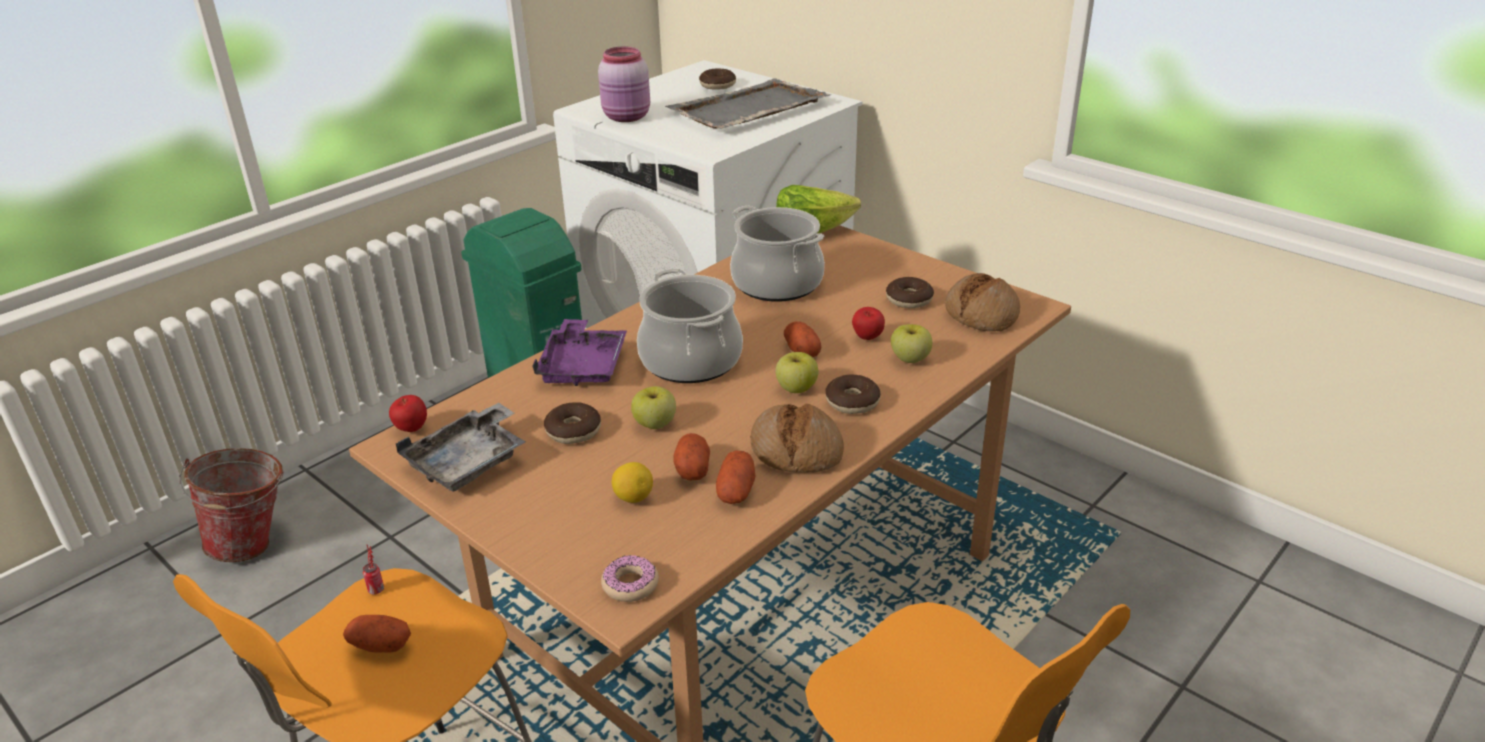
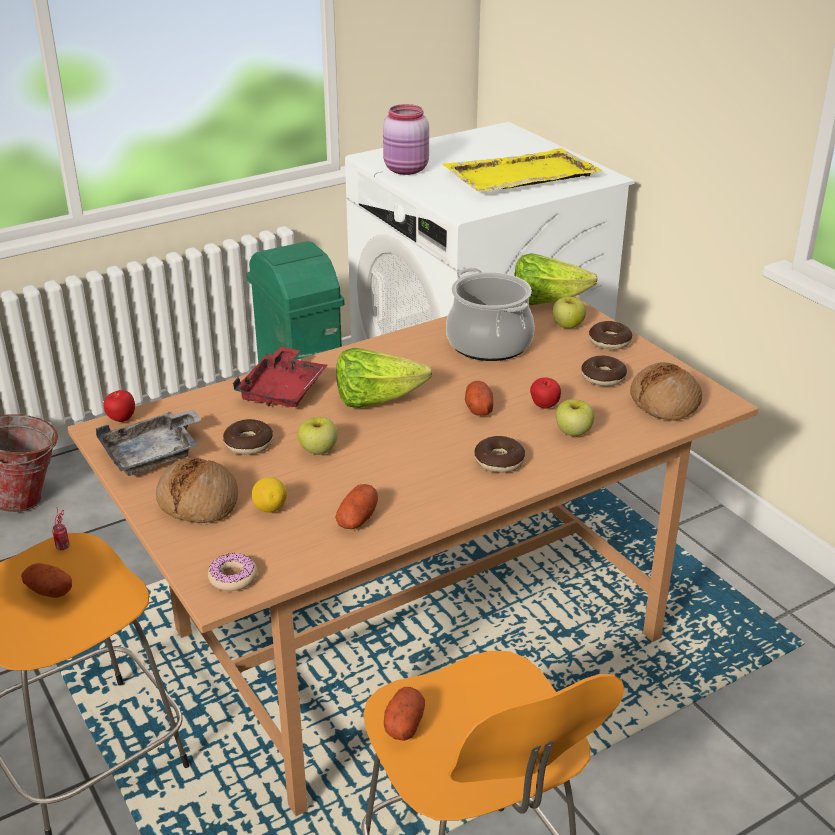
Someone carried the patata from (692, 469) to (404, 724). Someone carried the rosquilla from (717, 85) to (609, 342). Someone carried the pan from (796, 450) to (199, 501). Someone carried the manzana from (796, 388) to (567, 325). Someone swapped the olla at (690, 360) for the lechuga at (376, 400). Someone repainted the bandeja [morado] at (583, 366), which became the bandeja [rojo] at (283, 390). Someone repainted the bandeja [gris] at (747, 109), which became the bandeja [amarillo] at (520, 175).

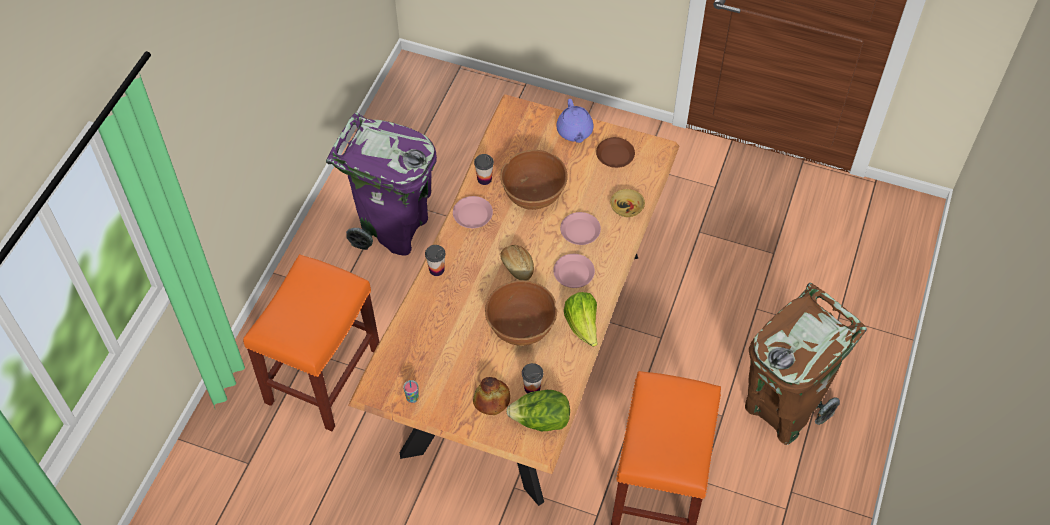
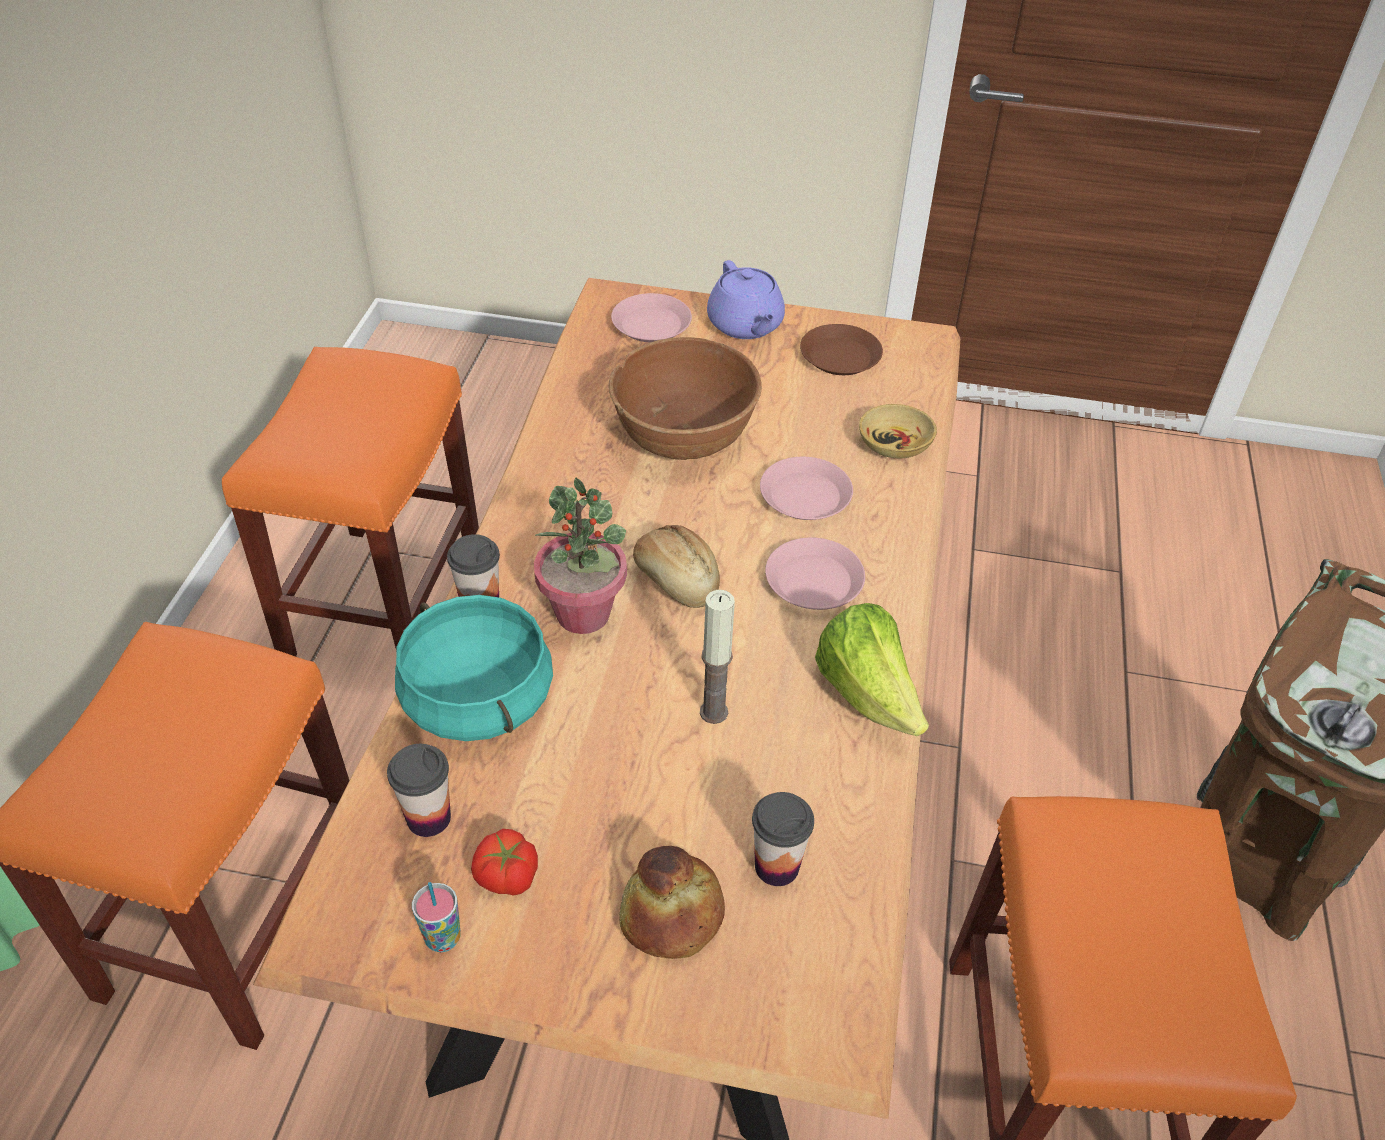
Someone took away the lechuga at (540, 420). Someone put down the olla [turquesa] at (476, 699). Someone put down the tomate at (507, 875). Someone put down the planta en maceta at (584, 614). Someone carried the plato [rosa] from (473, 215) to (652, 324). Someone carried the taza from (484, 179) to (429, 818). Someone swapped the papelera [morado] at (394, 229) for the taburete [naranja] at (385, 600). Someone swapped the cuenco [marrón] at (521, 326) for the vela at (713, 712).

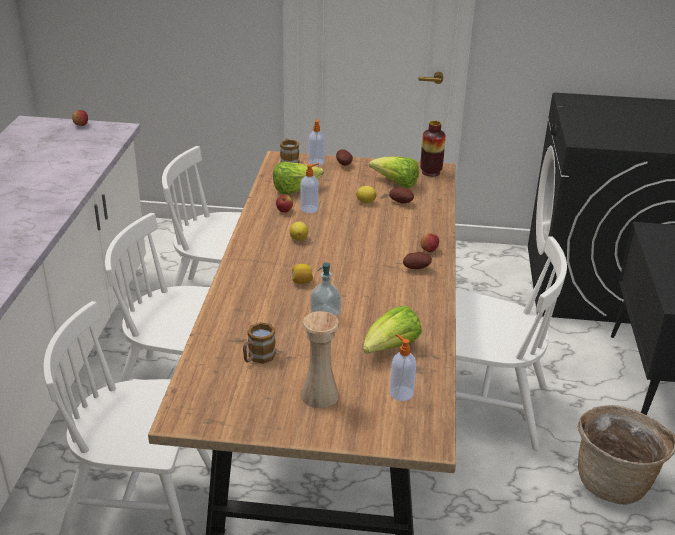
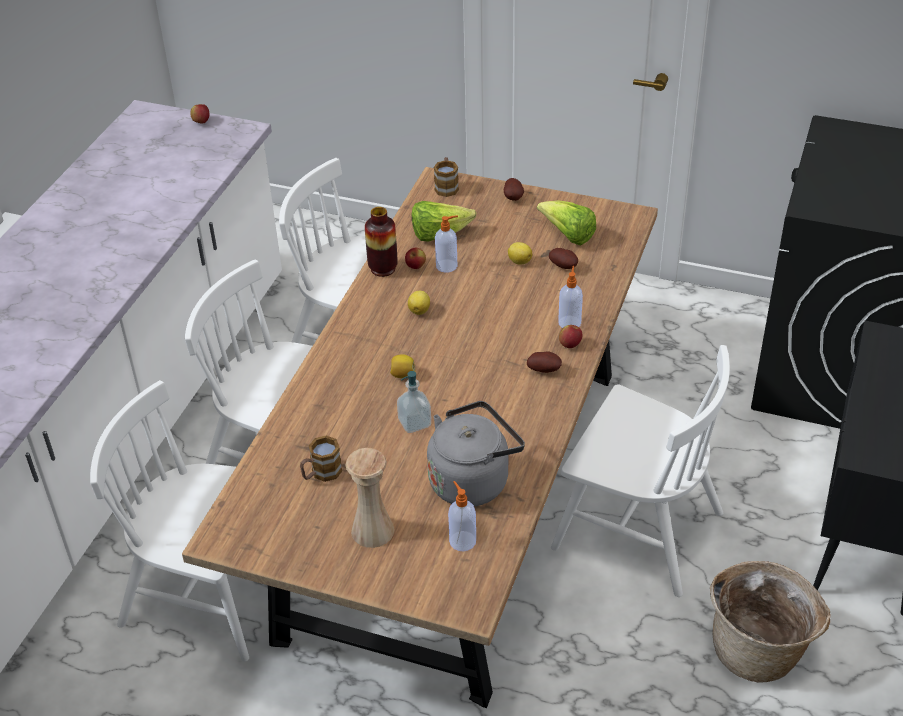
Someone carried the dispensador de jabón from (316, 162) to (569, 322). Someone carried the florero from (430, 172) to (383, 269). Someone swapped the lechuga at (391, 348) for the hervidor [gris] at (472, 480).

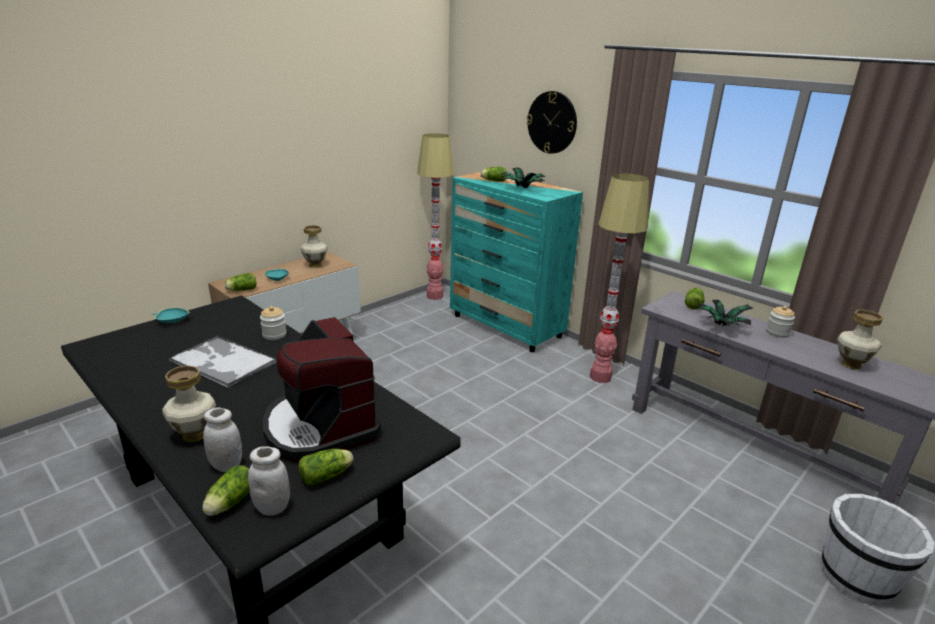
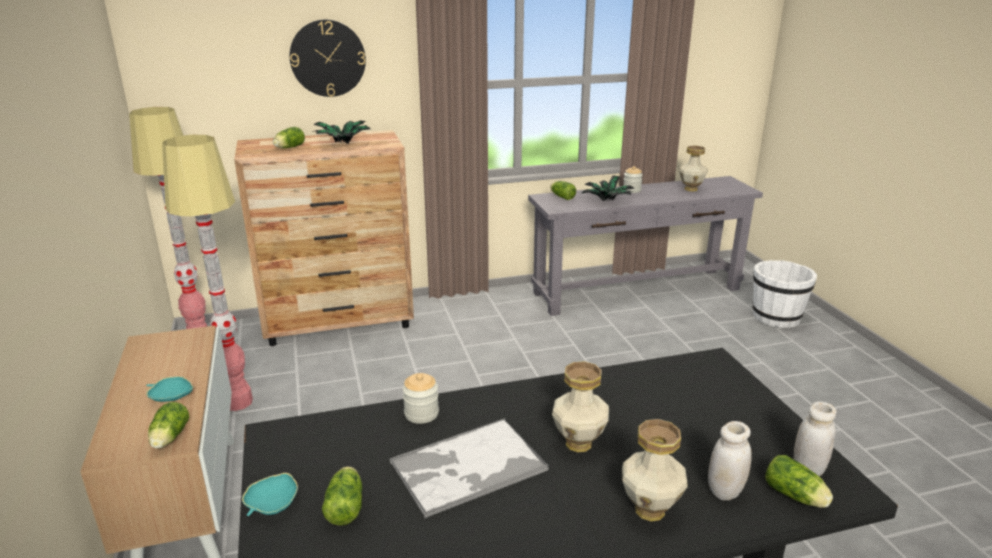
Someone took away the cafetera at (320, 427). Someone carried the lechuga from (328, 475) to (346, 506). Someone carried the florero from (315, 265) to (578, 444). Someone carried the lámpara de pie from (600, 377) to (237, 402). Someone repainted the cómoda [turquesa] at (506, 326), which became the cómoda [marrón] at (339, 323).

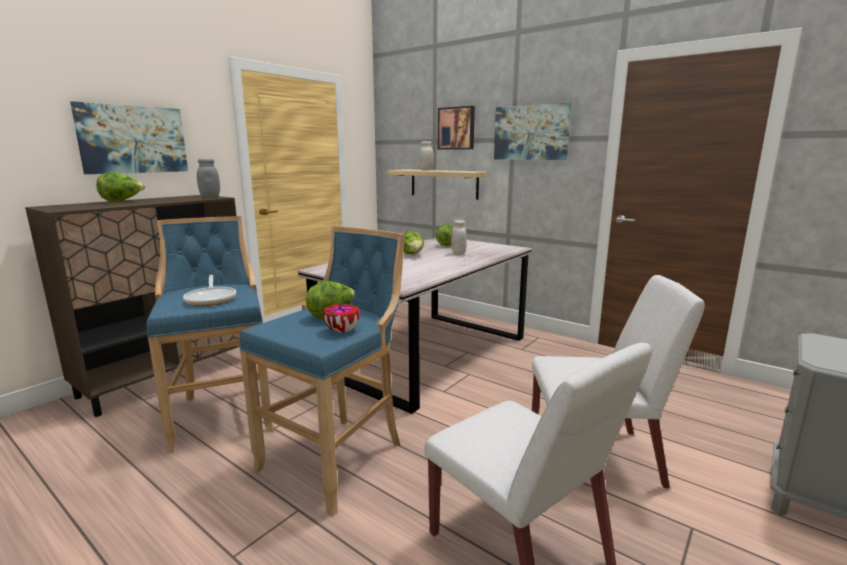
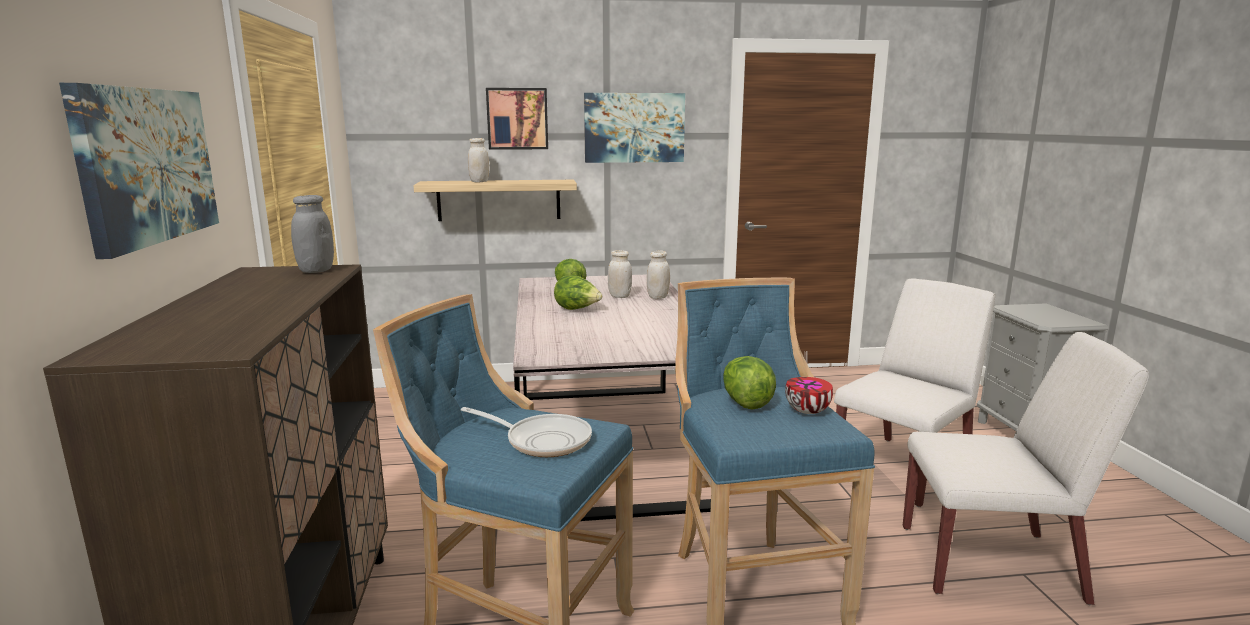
Someone took away the lechuga at (122, 201). Someone put down the tarro [blanco] at (658, 297).

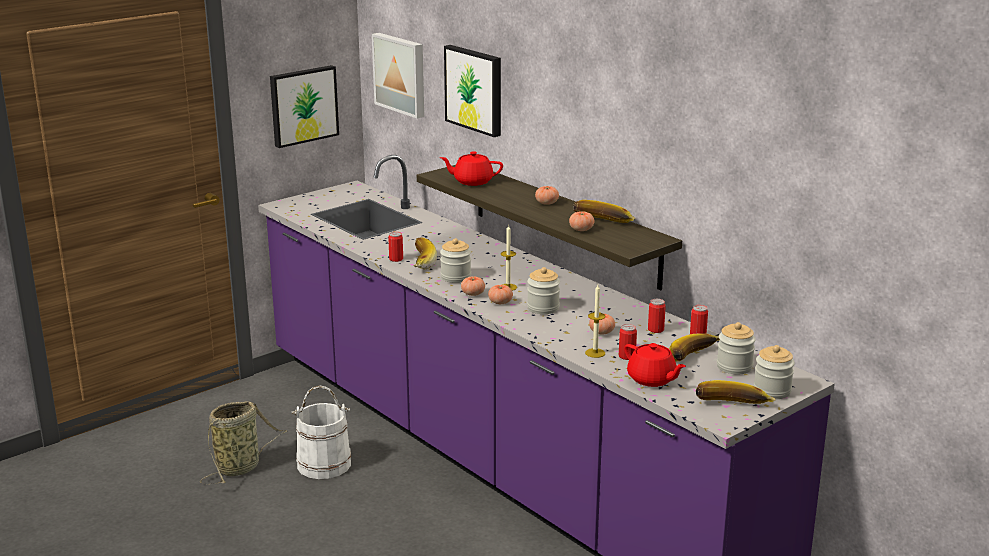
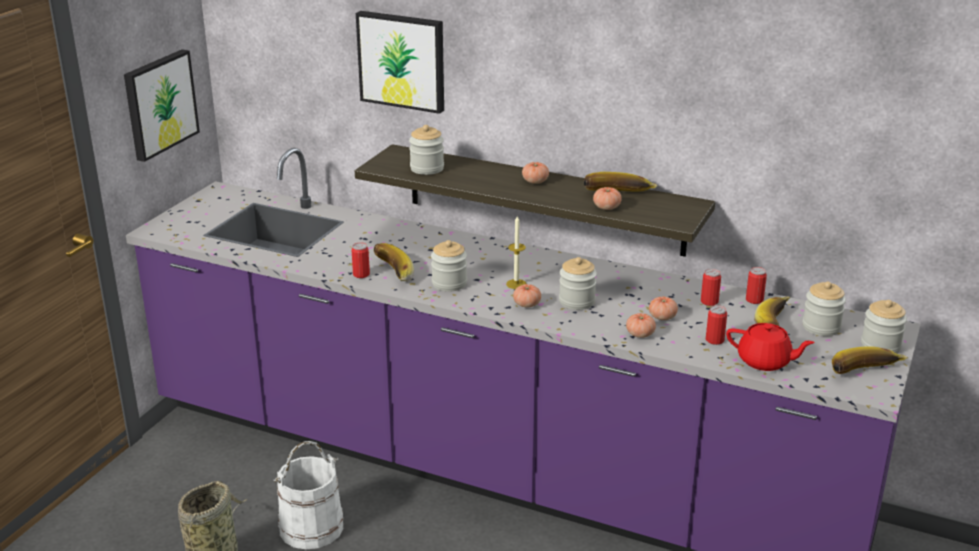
Someone took away the cuadro at (401, 74). Someone took away the vela at (595, 353). Someone carried the tomate from (473, 294) to (640, 334). Someone swapped the tetera [rojo] at (472, 181) for the tarro at (427, 168).

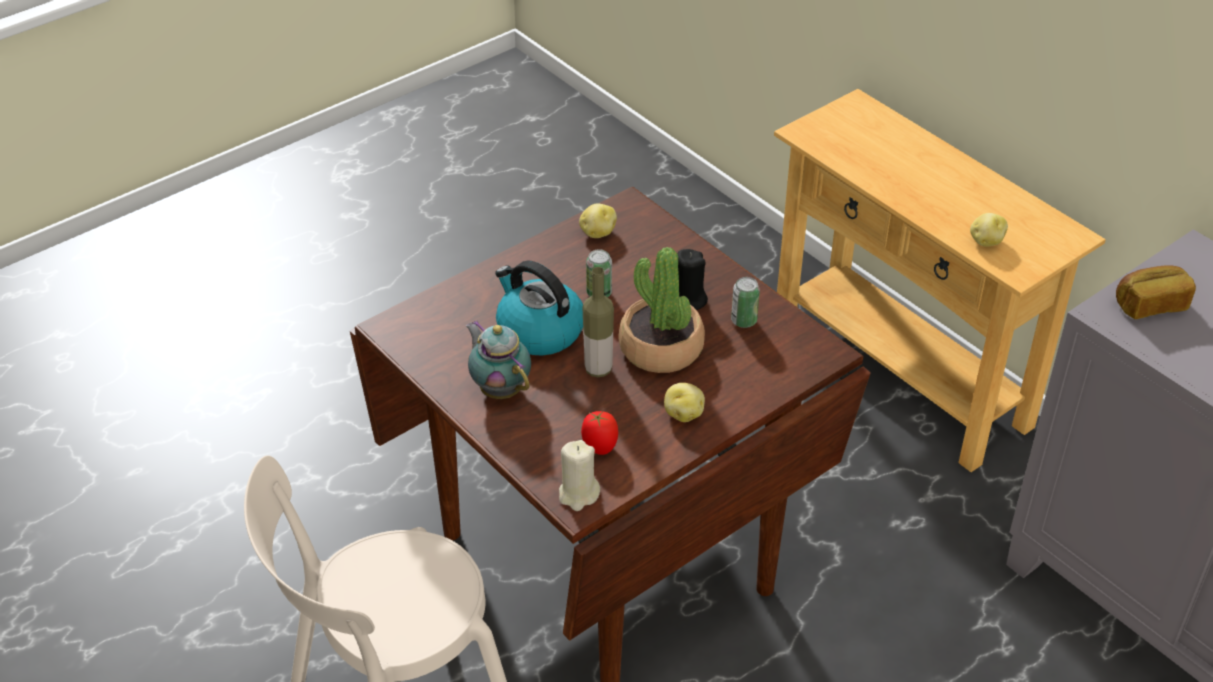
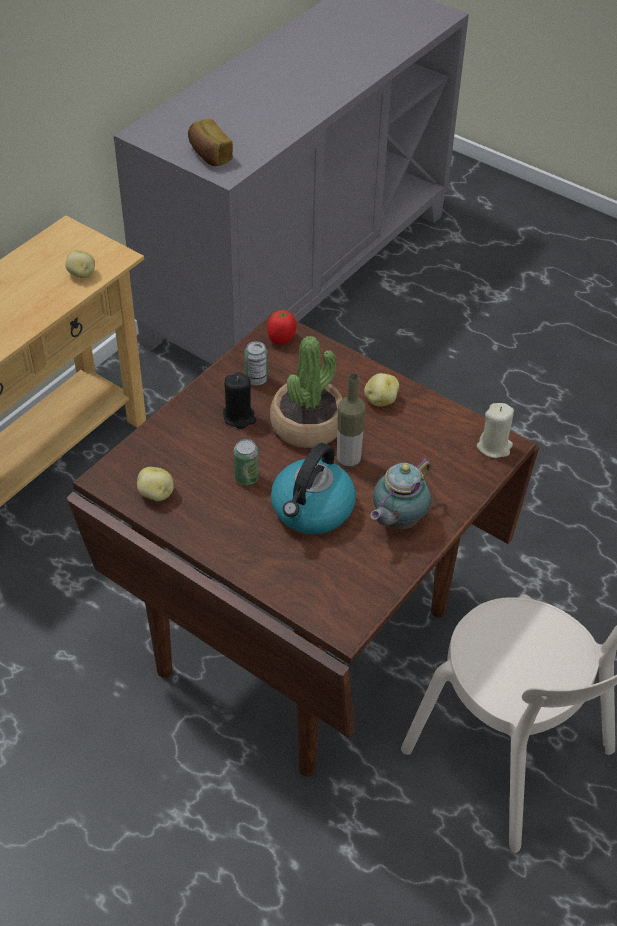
Someone carried the tomate from (599, 447) to (282, 339).

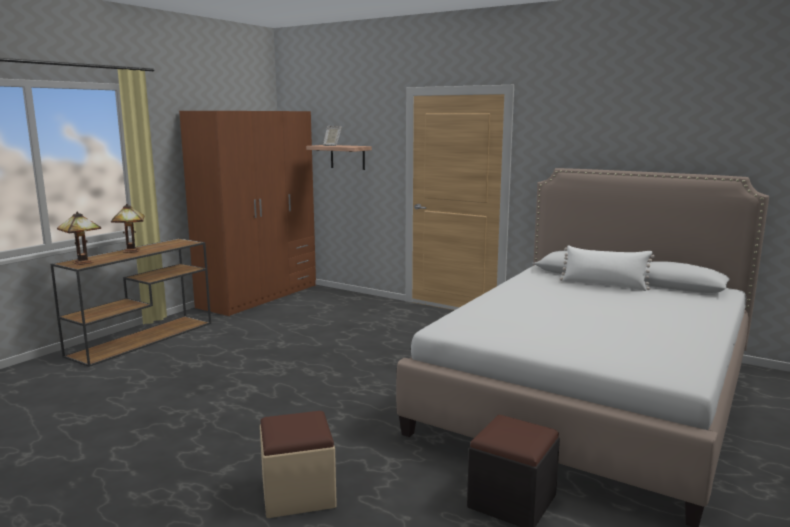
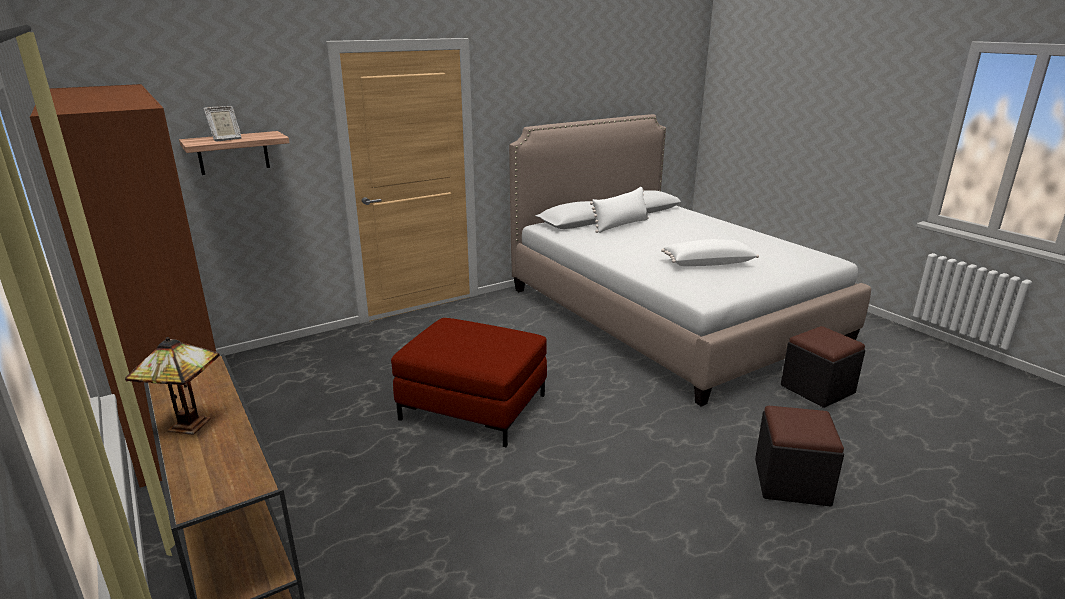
Someone took away the lámpara de mesa at (84, 263). Someone put down the puf [rojo] at (472, 407). Someone put down the cojín [blanco] at (707, 263). Someone repainted the puf [beis] at (298, 493), which became the puf [negro] at (791, 482).

